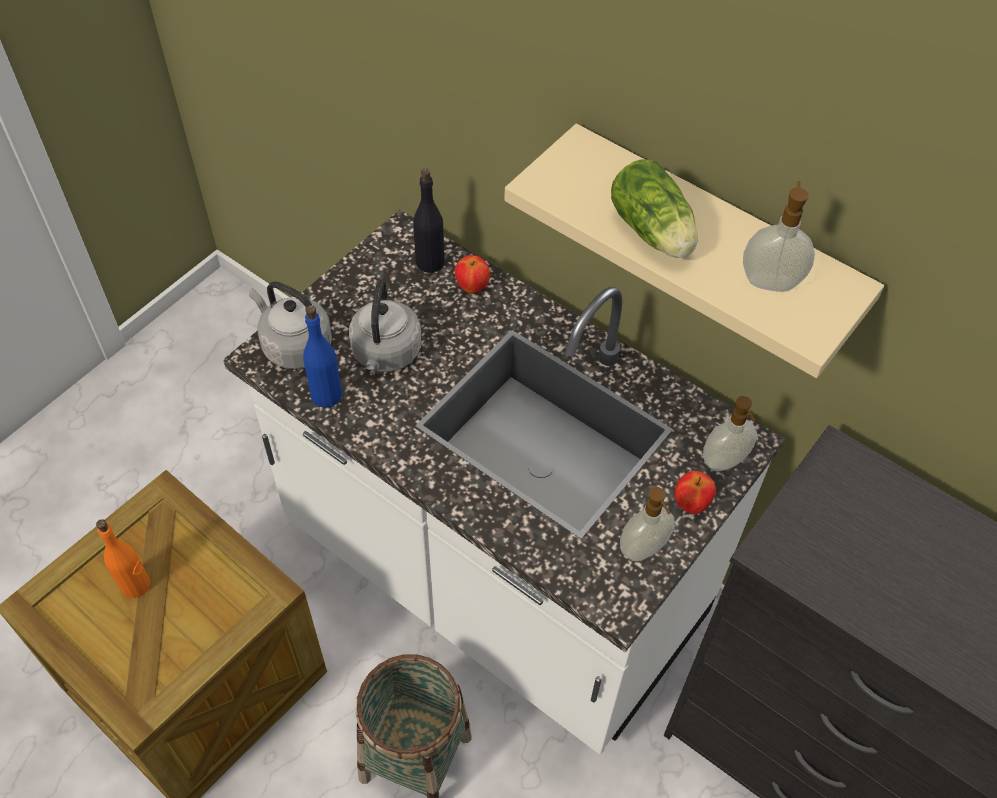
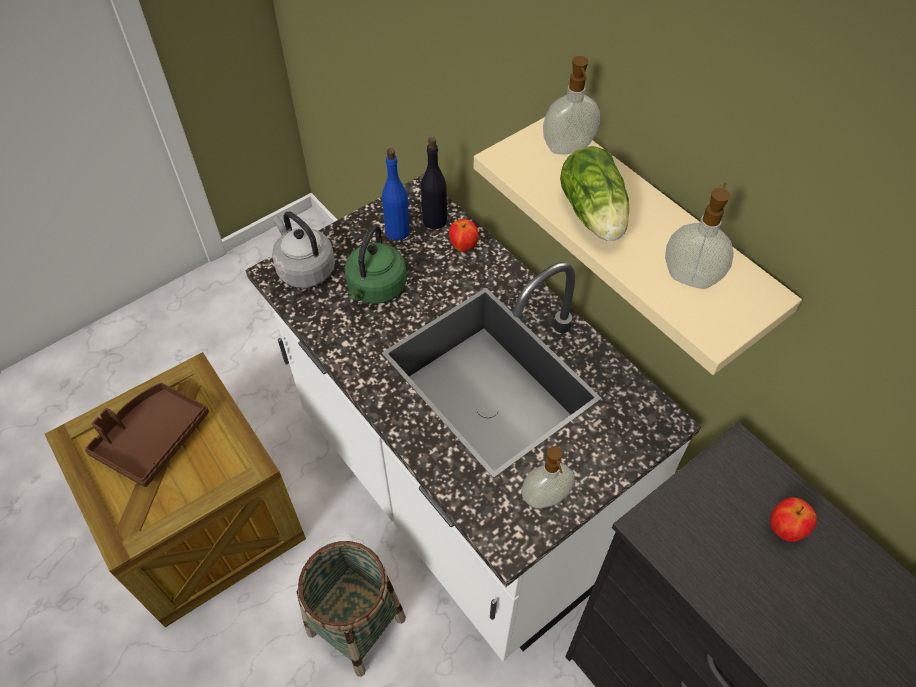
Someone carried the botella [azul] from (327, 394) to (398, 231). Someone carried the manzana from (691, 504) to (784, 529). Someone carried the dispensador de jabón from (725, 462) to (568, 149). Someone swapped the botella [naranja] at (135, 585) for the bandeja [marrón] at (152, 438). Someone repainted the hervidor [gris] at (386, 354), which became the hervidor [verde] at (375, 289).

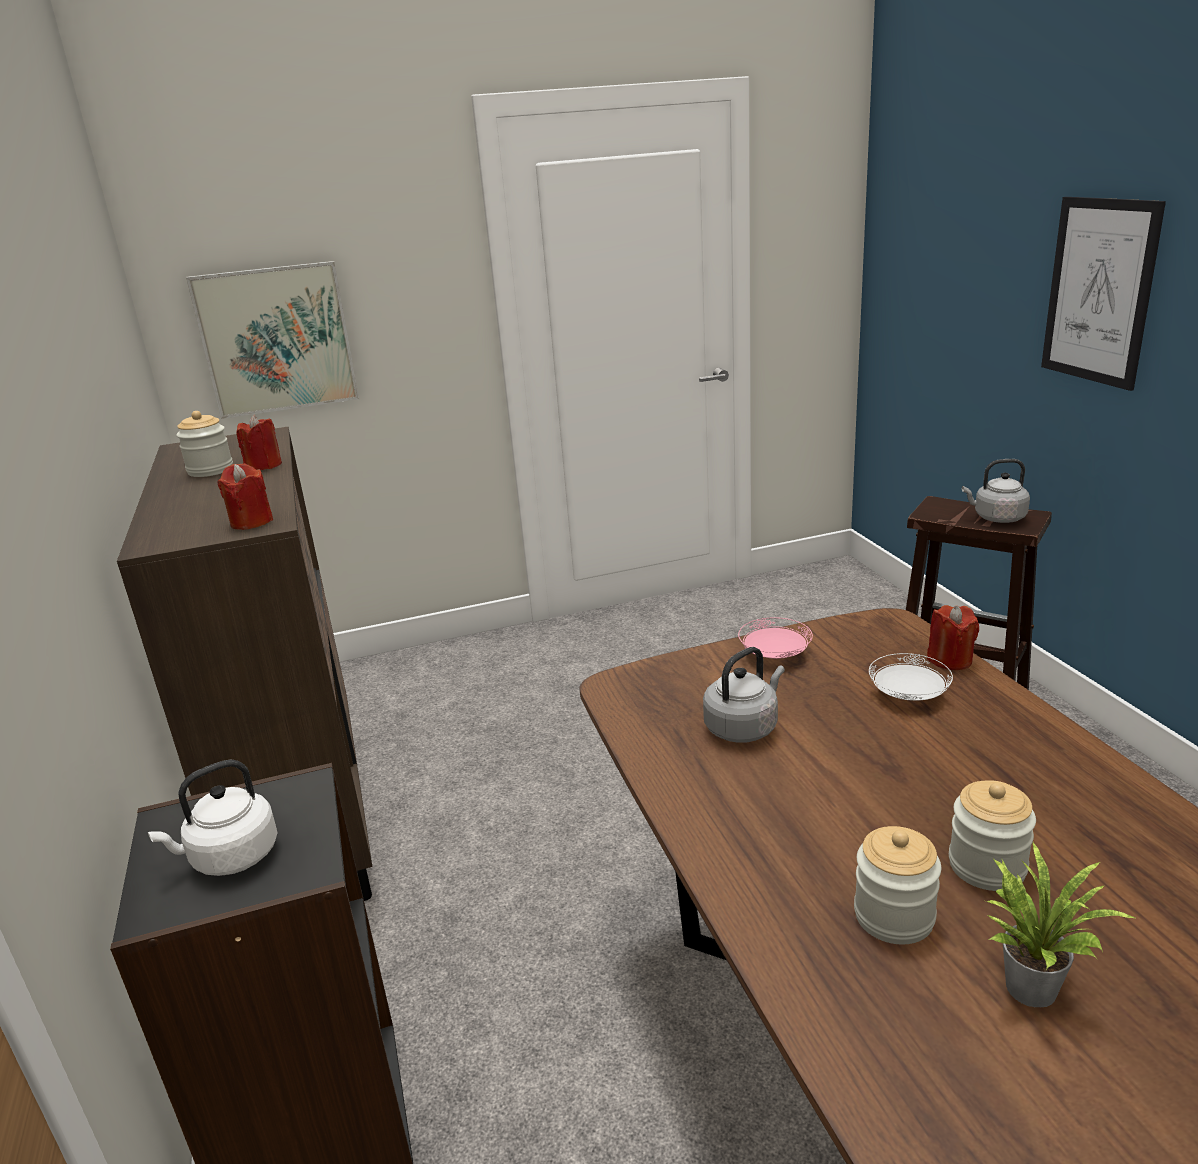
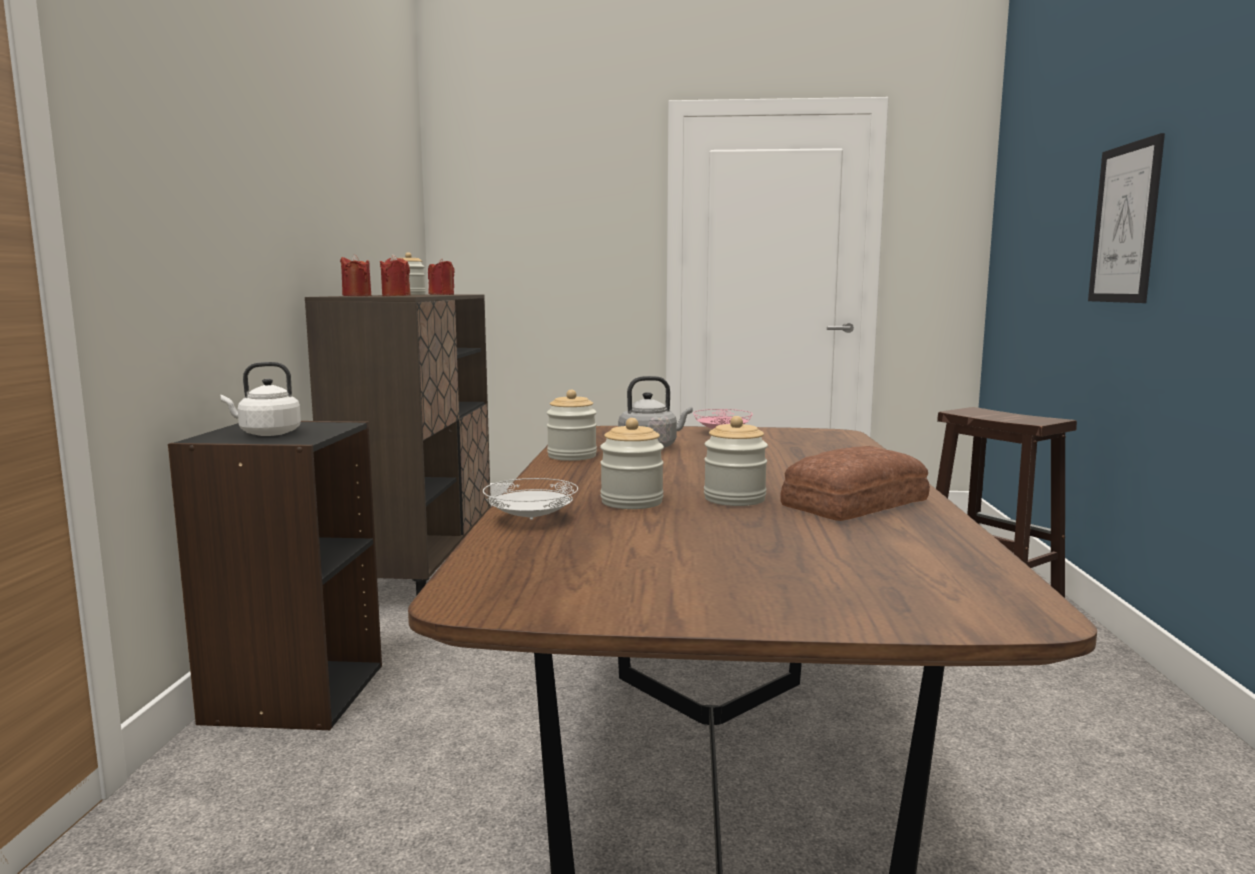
Someone took away the cuadro at (276, 340). Someone took away the hervidor [gris] at (996, 518). Someone took away the planta en maceta at (1031, 983). Someone put down the tarro at (572, 456). Someone put down the pan at (851, 503). Someone carried the plato [blanco] from (908, 695) to (531, 519). Someone carried the vela [rojo] from (950, 660) to (357, 296).

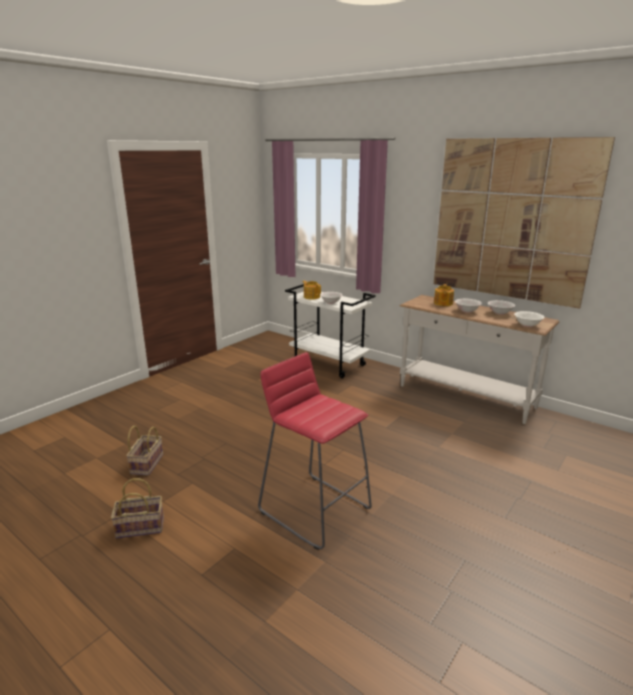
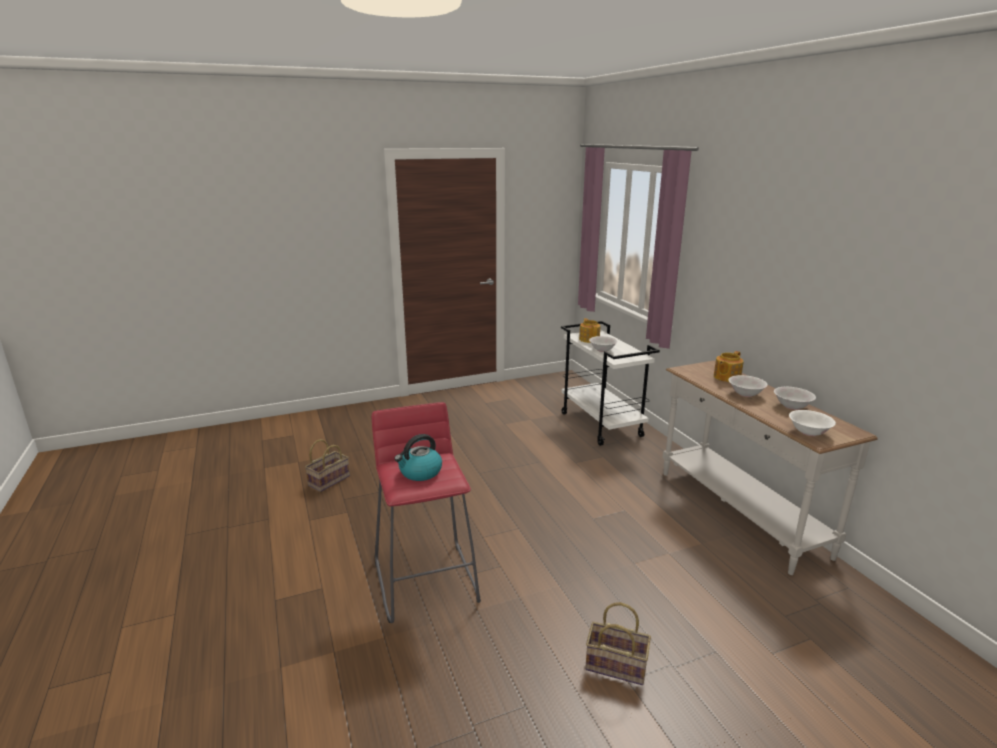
Someone took away the cuadro at (512, 220). Someone put down the hervidor at (420, 472). Someone carried the cesta from (141, 527) to (617, 665).

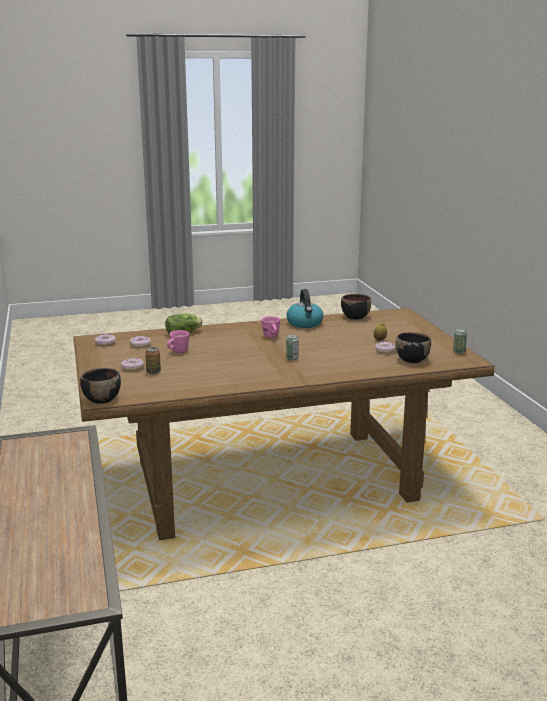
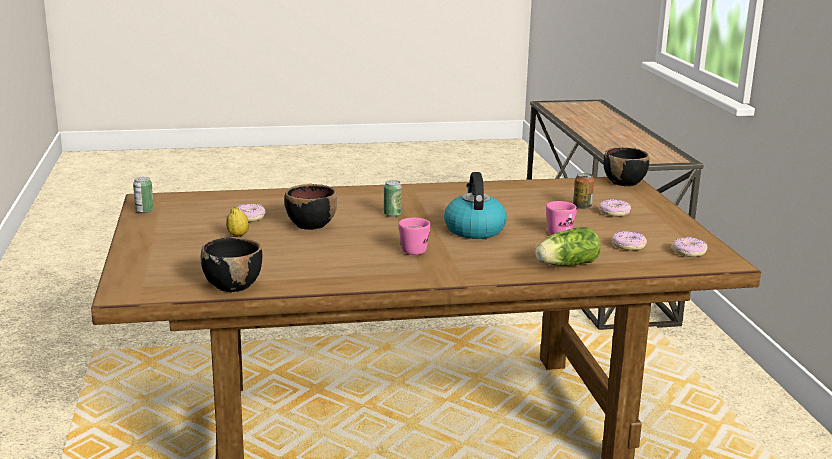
Someone carried the hervidor from (305, 323) to (474, 229). Someone carried the cuenco [negro] from (412, 359) to (311, 225).

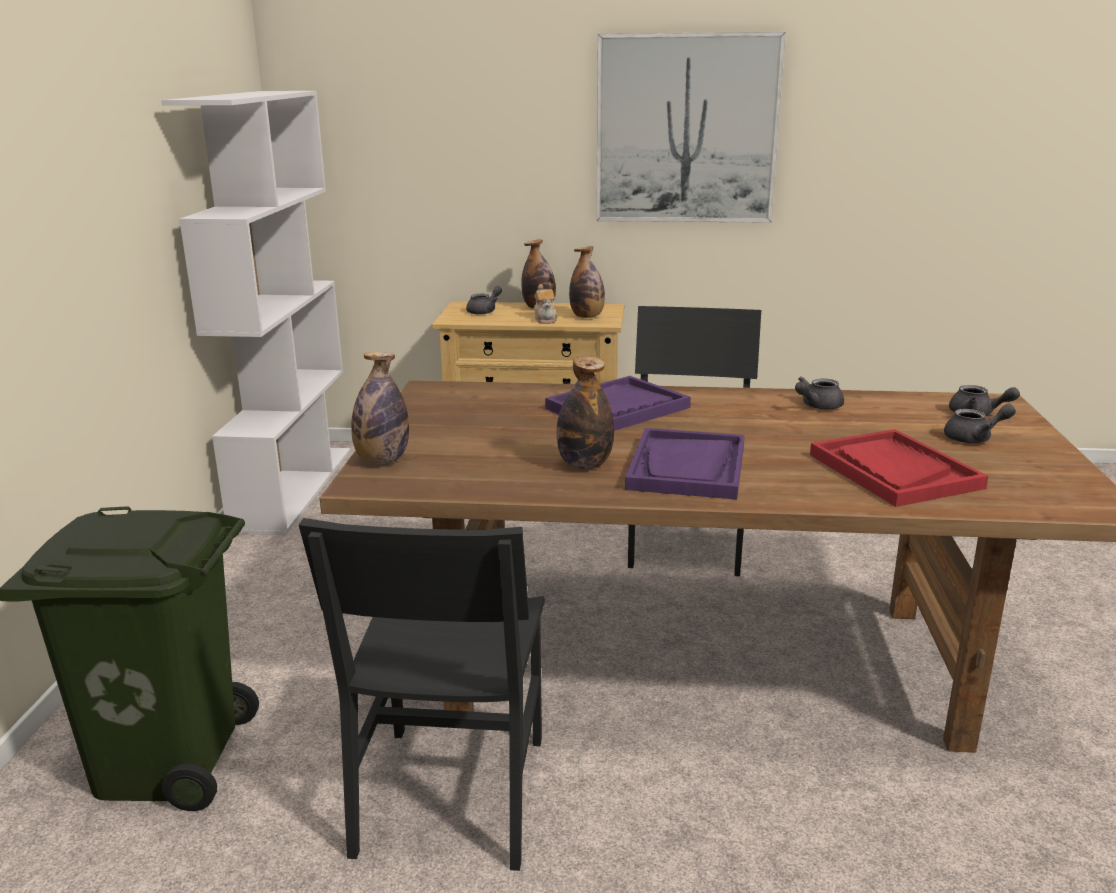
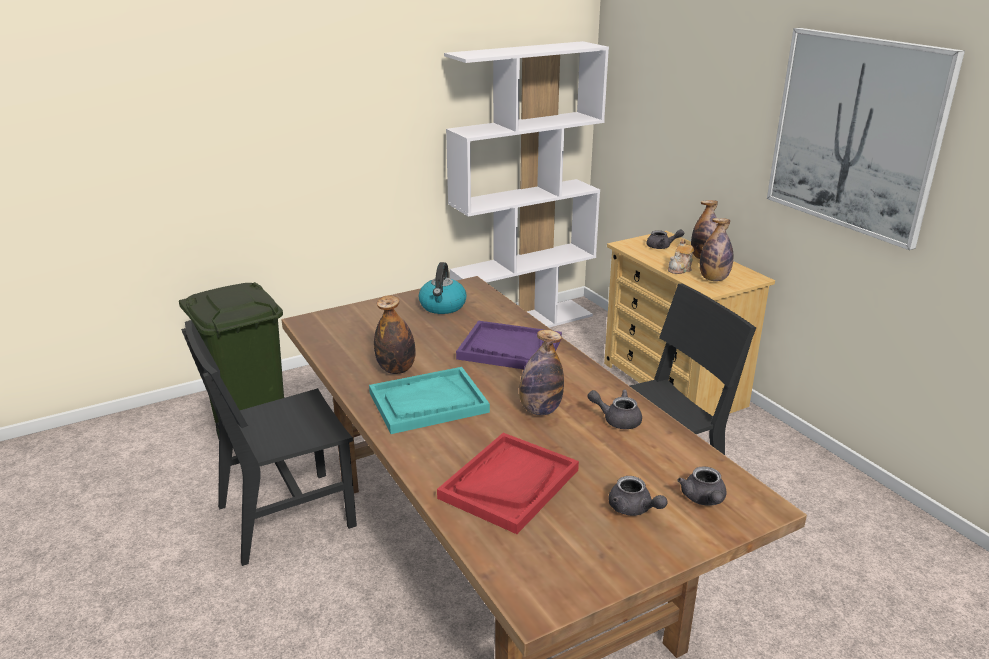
Someone put down the hervidor at (443, 306). Someone carried the botella from (382, 460) to (540, 410). Someone repainted the bandeja [morado] at (687, 467), which became the bandeja [turquesa] at (428, 403).

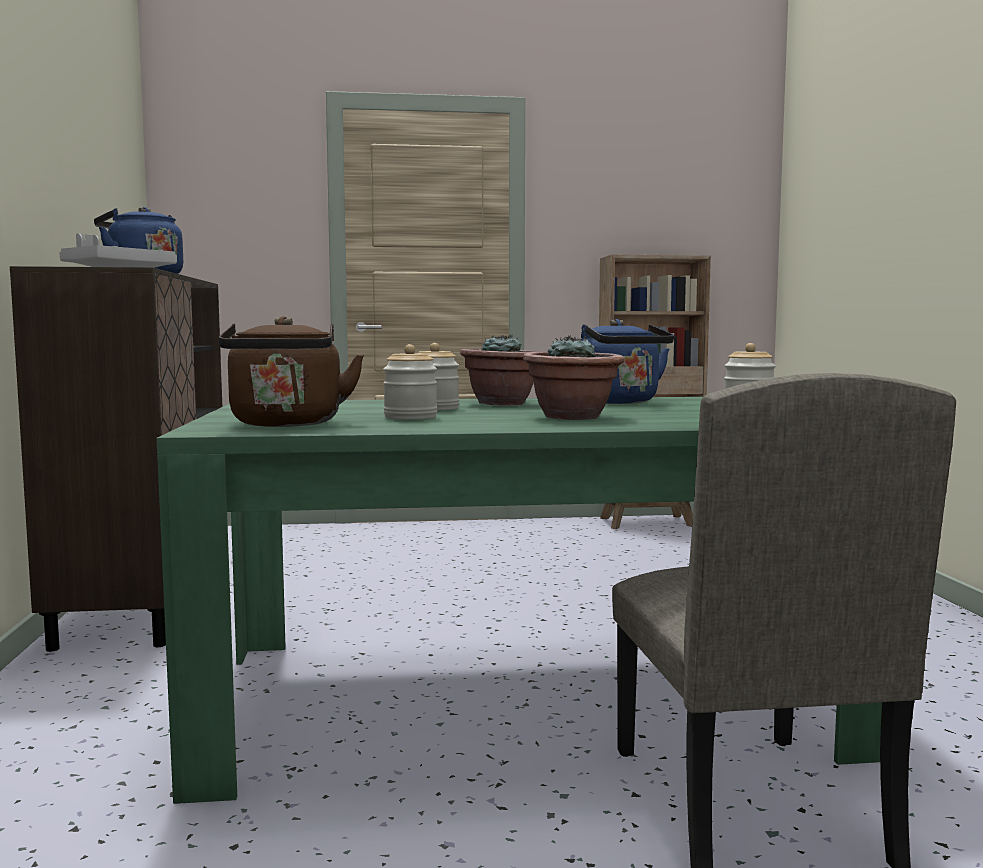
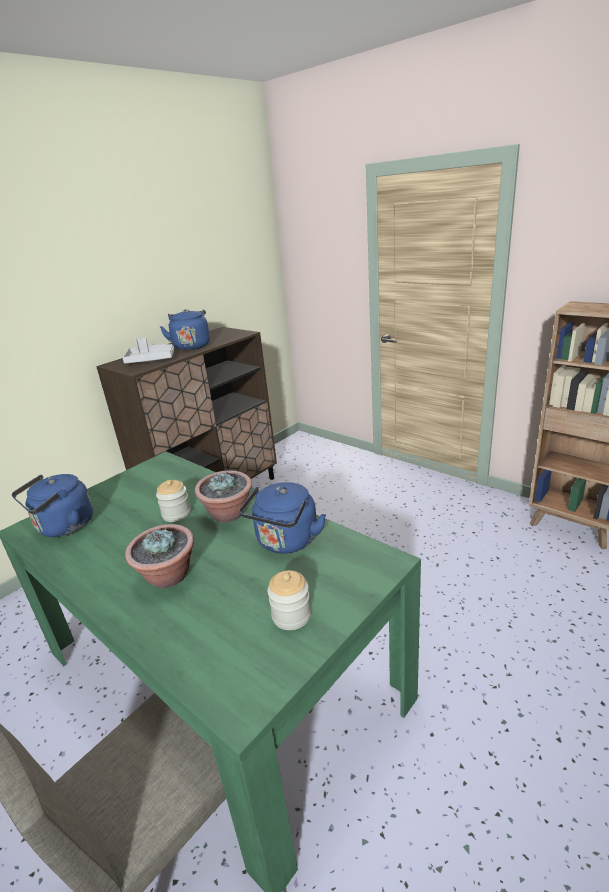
Someone took away the tarro at (410, 417). Someone repainted the hervidor [marrón] at (286, 424), which became the hervidor [azul] at (63, 527).

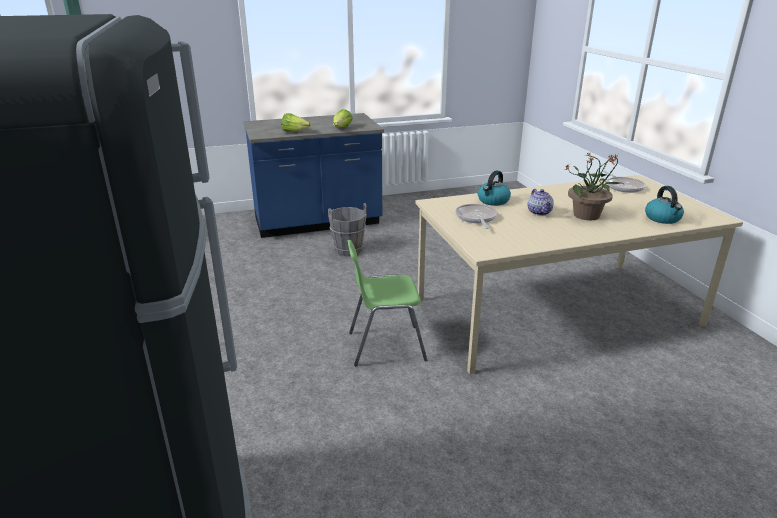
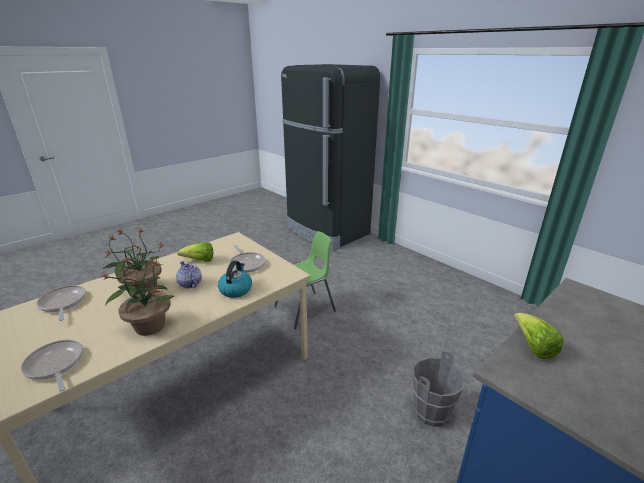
Someone put down the planta en maceta at (149, 326). Someone carried the lechuga from (294, 132) to (200, 261). Someone swapped the hervidor at (663, 218) for the sartén at (63, 303).

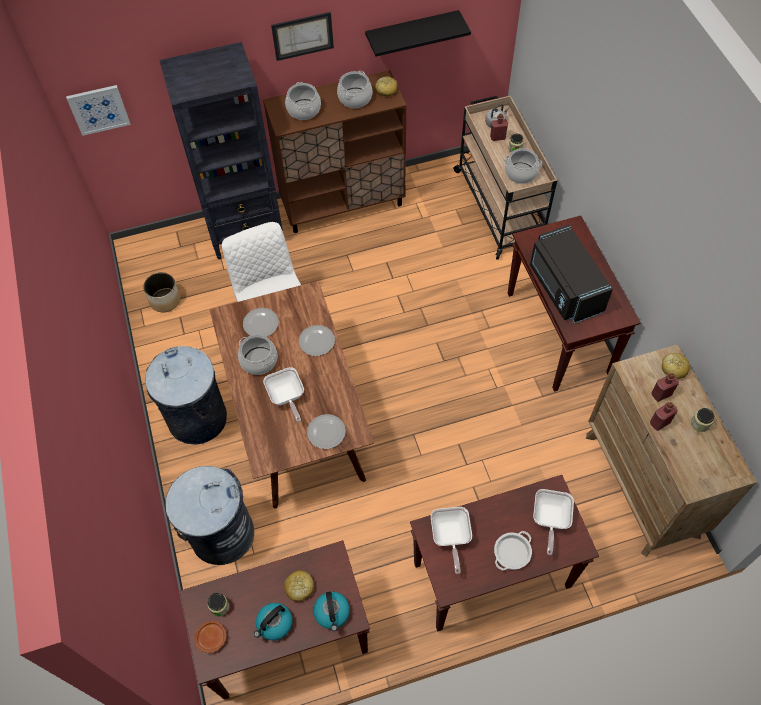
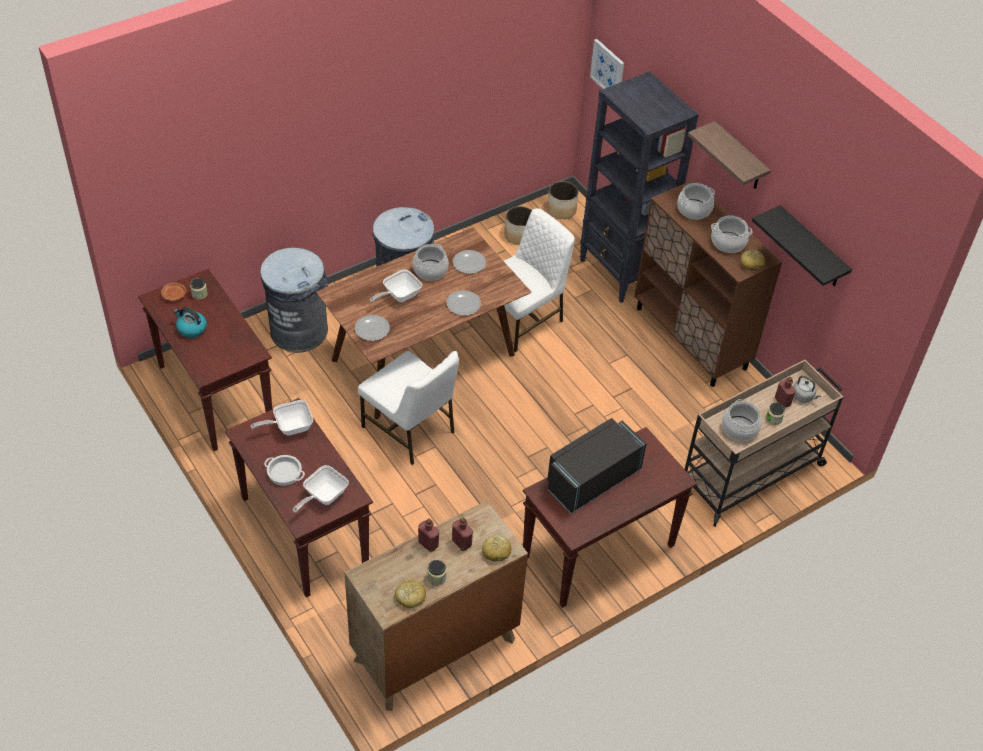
Someone took away the hervidor at (332, 613). Someone put down the silla [blanco] at (410, 430). Someone put down the maceta at (561, 210). Someone carried the pan from (299, 587) to (410, 597). Someone swapped the cuadro at (302, 36) for the estante at (739, 158). Someone rotated the sartén at (549, 520) by 45 degrees counterclockwise.

